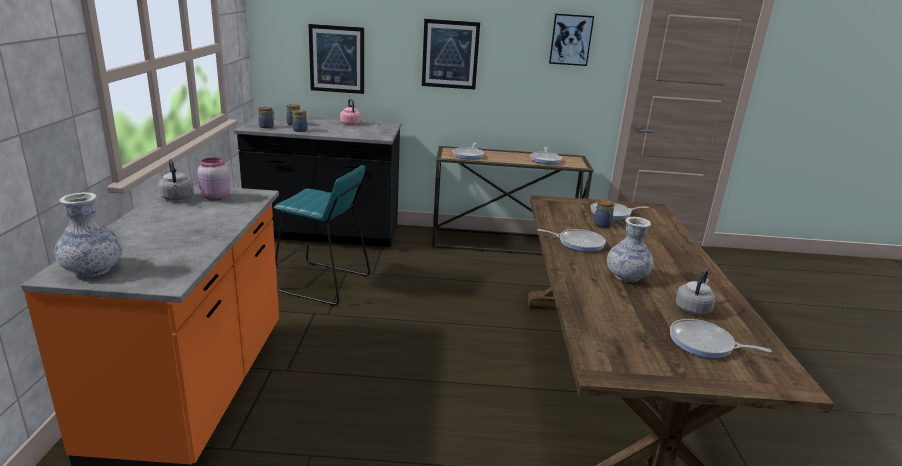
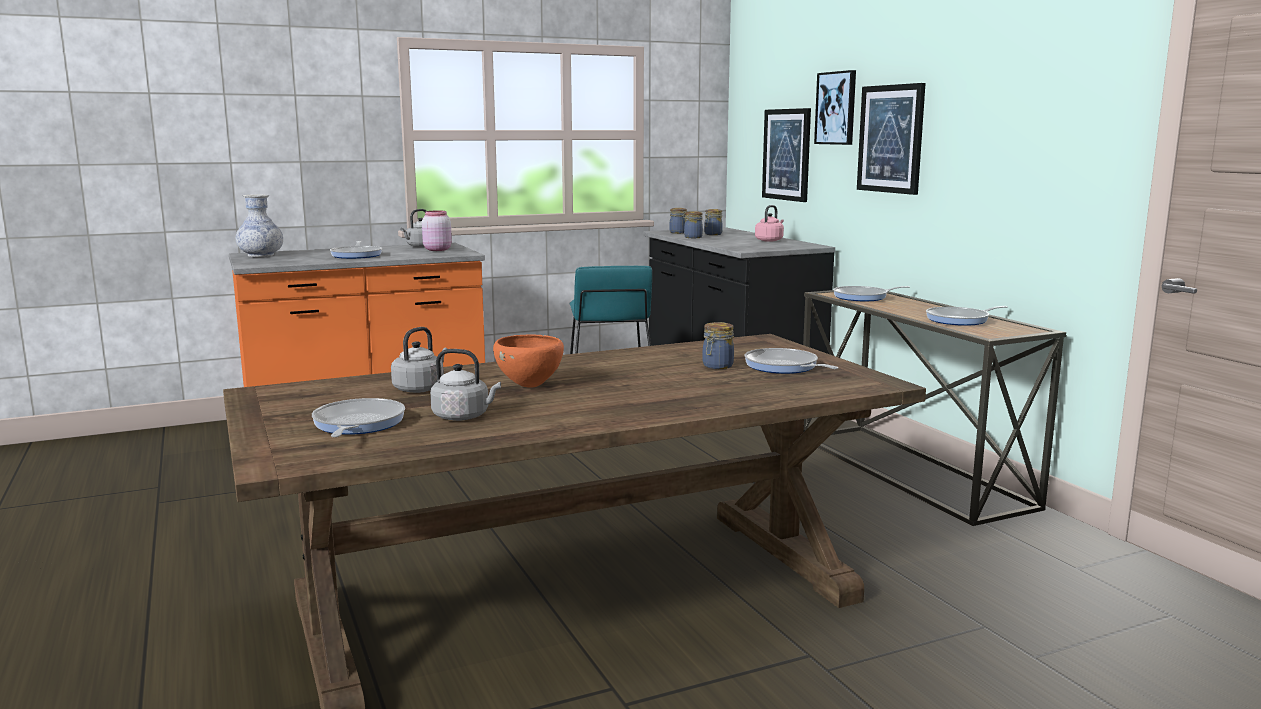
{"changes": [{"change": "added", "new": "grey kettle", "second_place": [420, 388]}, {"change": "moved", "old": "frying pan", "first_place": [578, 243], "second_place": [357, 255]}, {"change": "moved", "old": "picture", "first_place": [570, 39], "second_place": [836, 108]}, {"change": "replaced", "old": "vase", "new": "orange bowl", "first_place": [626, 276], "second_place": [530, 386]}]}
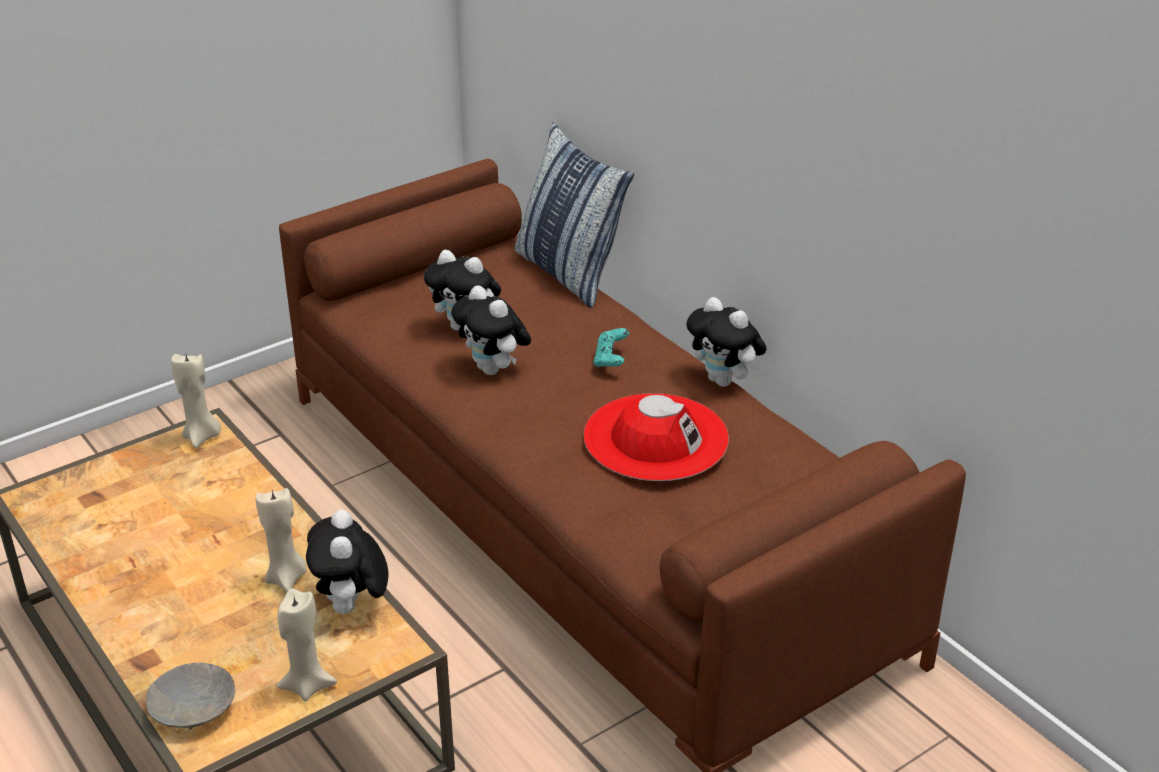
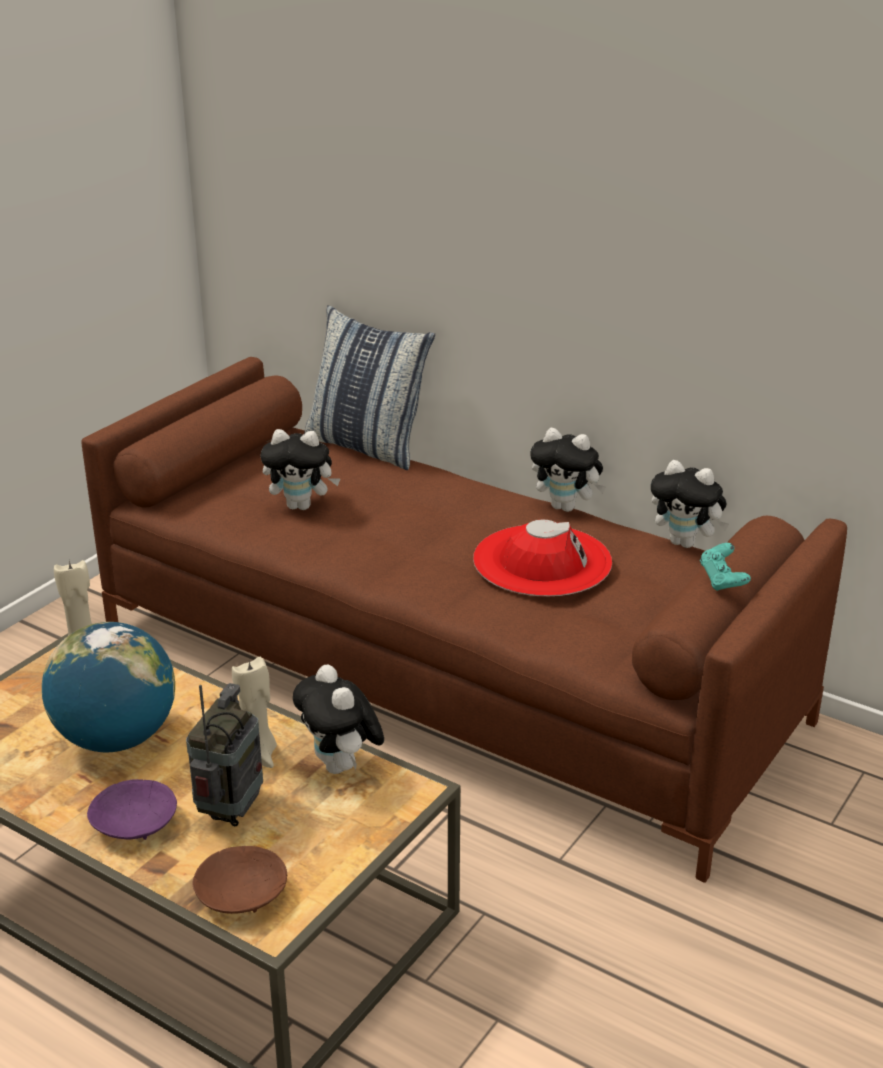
{"changes": [{"change": "removed", "old": "beige candle", "first_place": [307, 685]}, {"change": "added", "new": "globe", "second_place": [116, 738]}, {"change": "added", "new": "purple bowl", "second_place": [135, 823]}, {"change": "added", "new": "radio", "second_place": [230, 810]}, {"change": "moved", "old": "plush toy", "first_place": [494, 370], "second_place": [686, 543]}, {"change": "moved", "old": "turquoise game controller", "first_place": [611, 360], "second_place": [722, 581]}, {"change": "recoloured", "old": "grey bowl", "new": "brown bowl", "first_place": [194, 709], "second_place": [243, 894]}]}
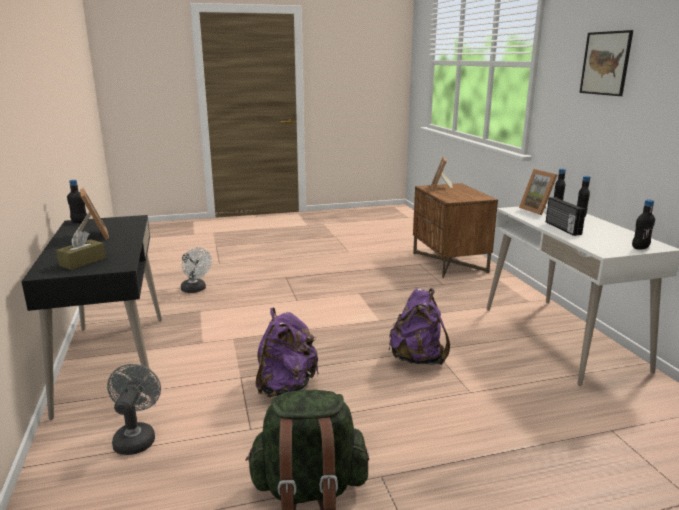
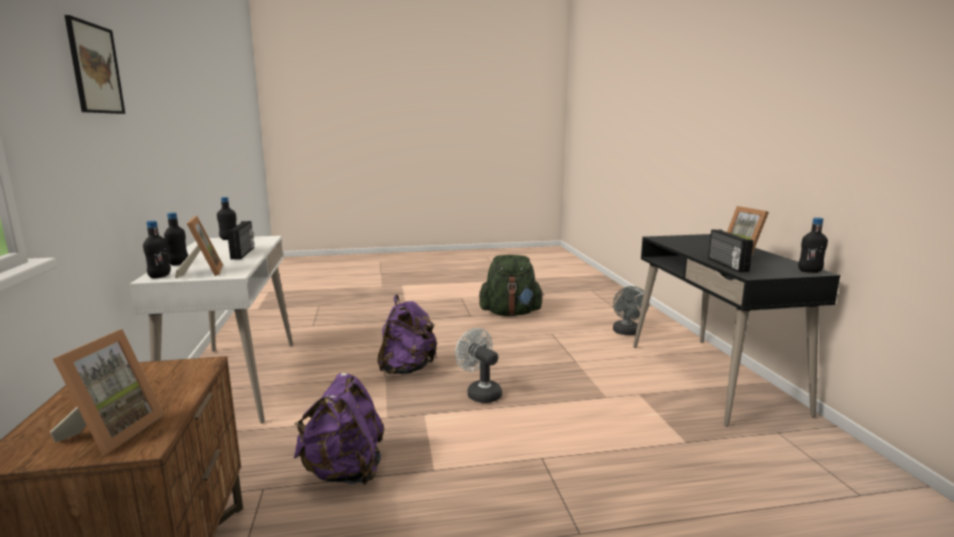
{"changes": [{"change": "removed", "old": "brown tissue box", "first_place": [82, 262]}, {"change": "added", "new": "radio", "second_place": [726, 265]}, {"change": "moved", "old": "white fan", "first_place": [196, 290], "second_place": [480, 393]}, {"change": "moved", "old": "purple backpack", "first_place": [286, 386], "second_place": [344, 472]}]}
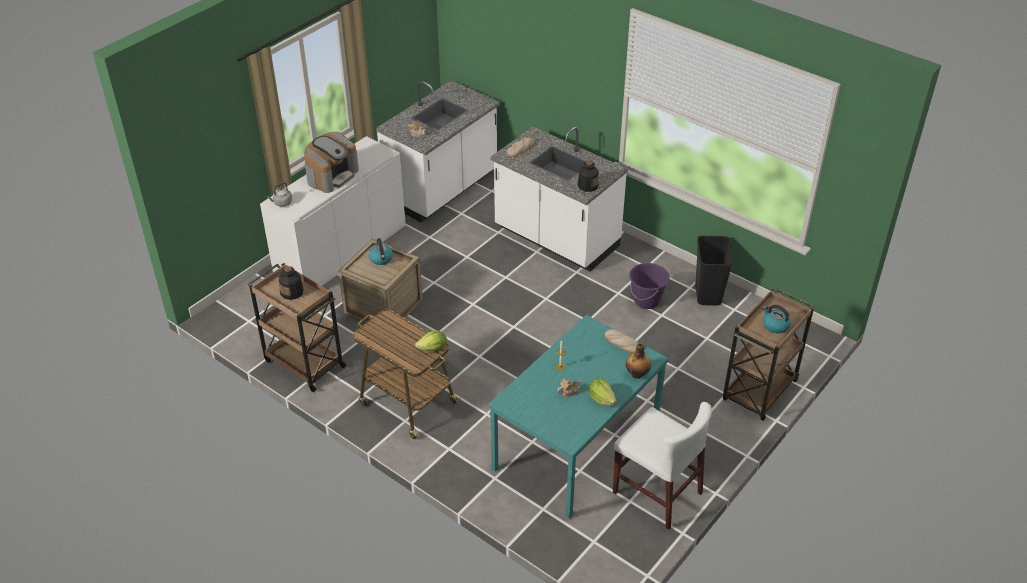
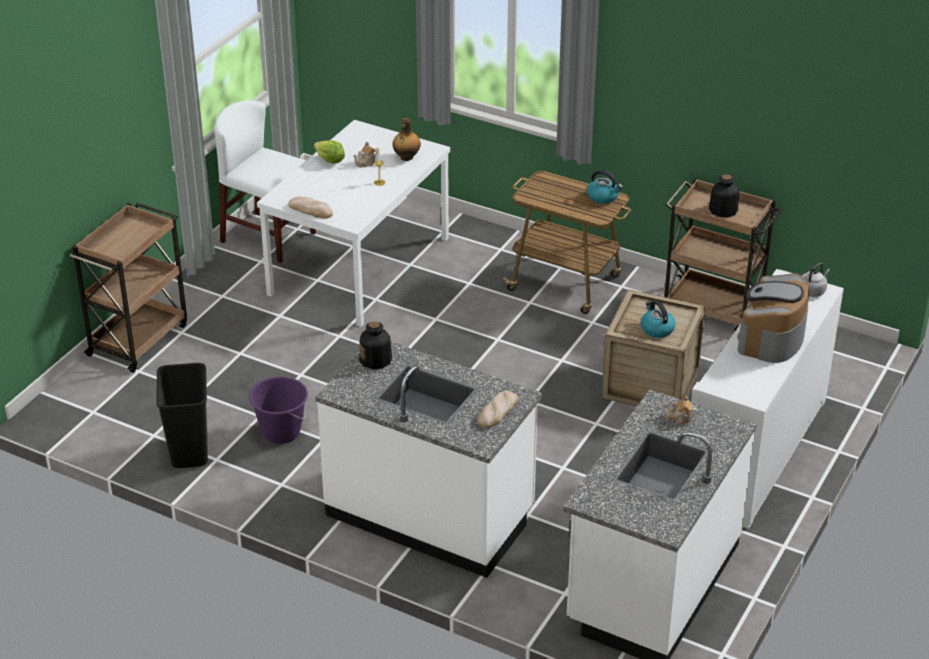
{"changes": [{"change": "removed", "old": "lettuce", "first_place": [433, 348]}, {"change": "moved", "old": "bottle", "first_place": [637, 374], "second_place": [406, 157]}, {"change": "moved", "old": "kettle", "first_place": [775, 325], "second_place": [603, 197]}, {"change": "recoloured", "old": "turquoise dining table", "new": "white dining table", "first_place": [576, 447], "second_place": [359, 265]}]}
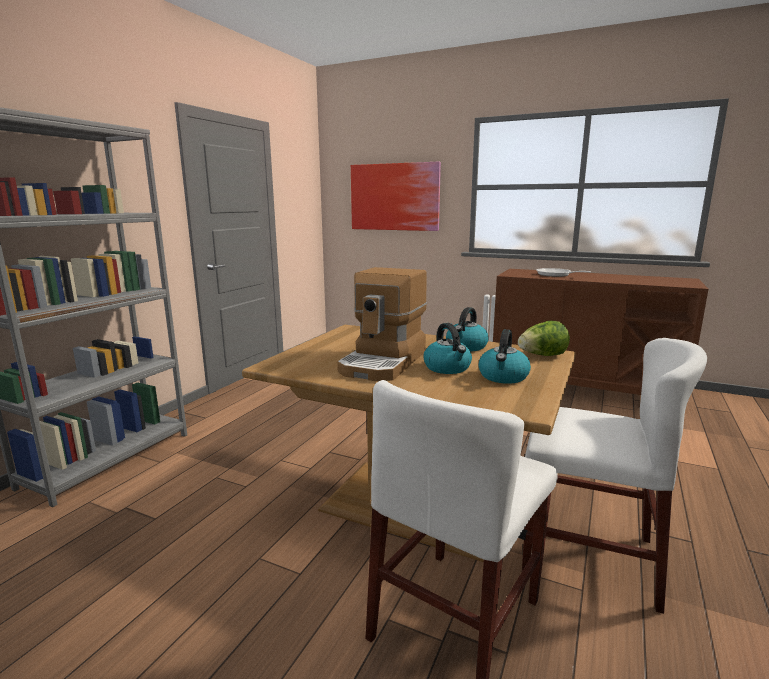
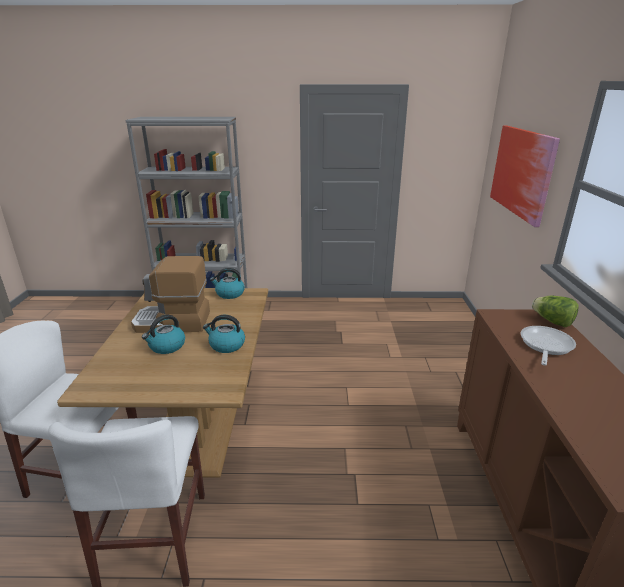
{"changes": [{"change": "moved", "old": "kettle", "first_place": [503, 377], "second_place": [229, 294]}, {"change": "moved", "old": "lettuce", "first_place": [542, 355], "second_place": [552, 322]}]}
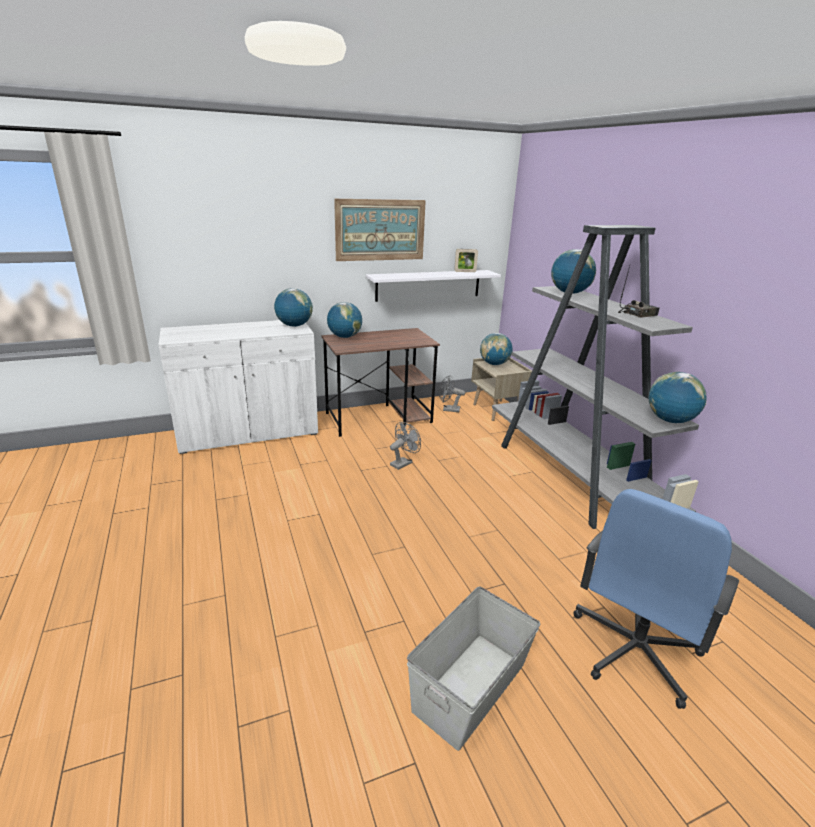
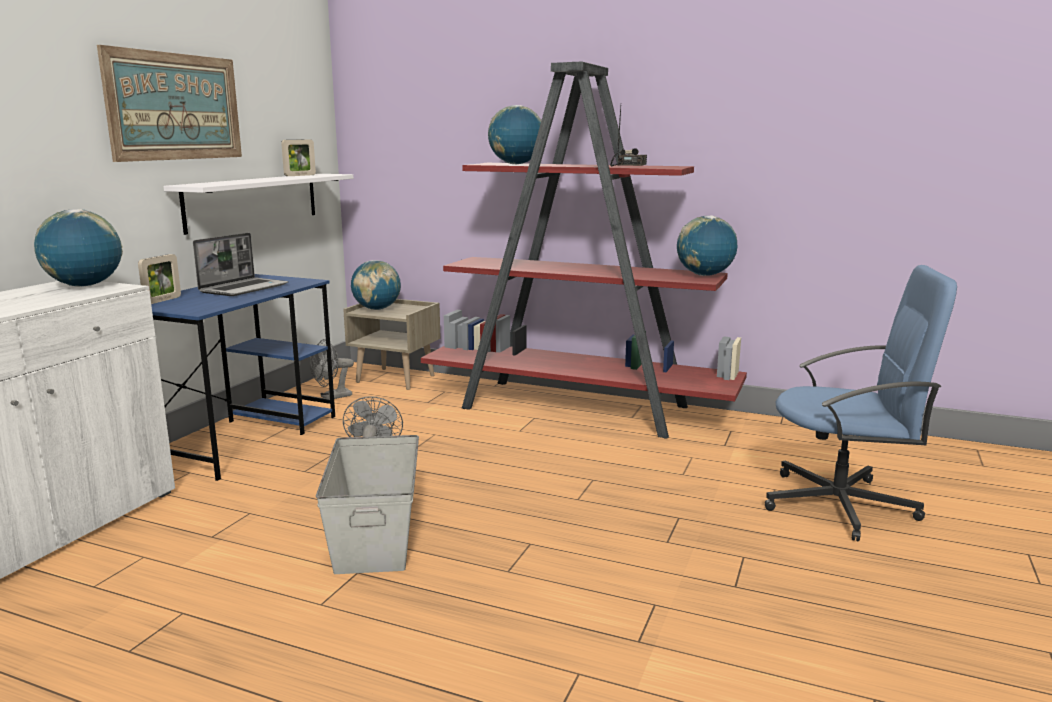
{"changes": [{"change": "added", "new": "laptop", "second_place": [244, 288]}, {"change": "moved", "old": "grey storage box", "first_place": [469, 686], "second_place": [374, 535]}, {"change": "replaced", "old": "globe", "new": "picture frame", "first_place": [345, 337], "second_place": [162, 300]}, {"change": "recoloured", "old": "brown desk", "new": "blue desk", "first_place": [379, 417], "second_place": [245, 438]}, {"change": "recoloured", "old": "grey bookcase", "new": "red bookcase", "first_place": [571, 478], "second_place": [578, 408]}, {"change": "turned", "old": "blue office chair", "first_place": [633, 650], "second_place": [841, 505], "degrees": -75}]}
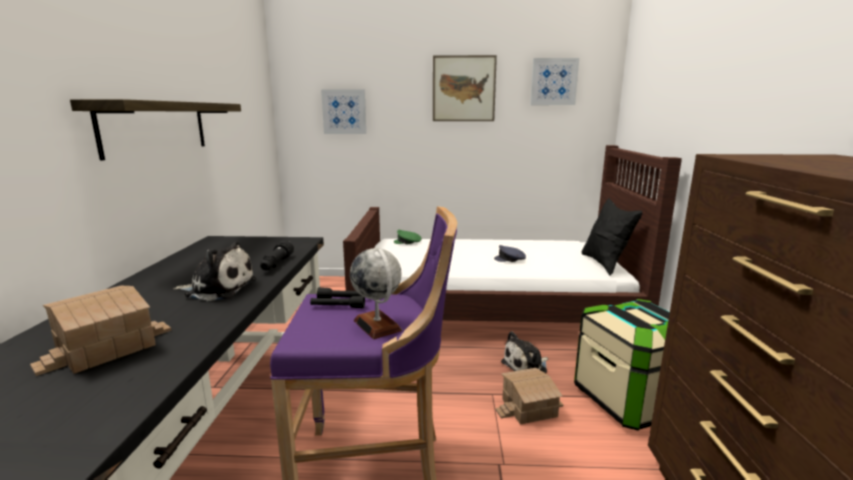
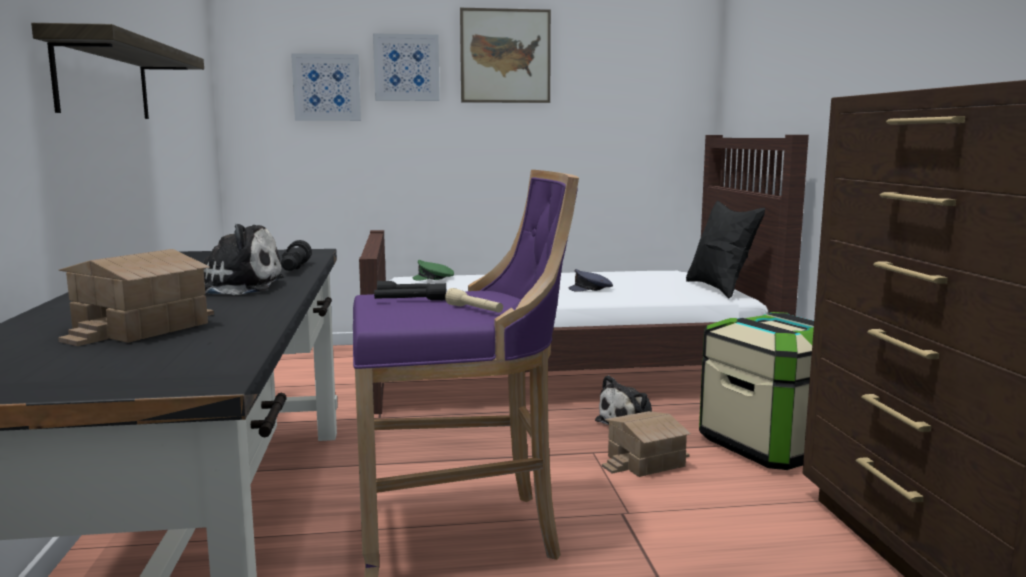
{"changes": [{"change": "moved", "old": "picture", "first_place": [553, 82], "second_place": [406, 67]}, {"change": "replaced", "old": "globe", "new": "beige flashlight", "first_place": [377, 325], "second_place": [474, 310]}]}
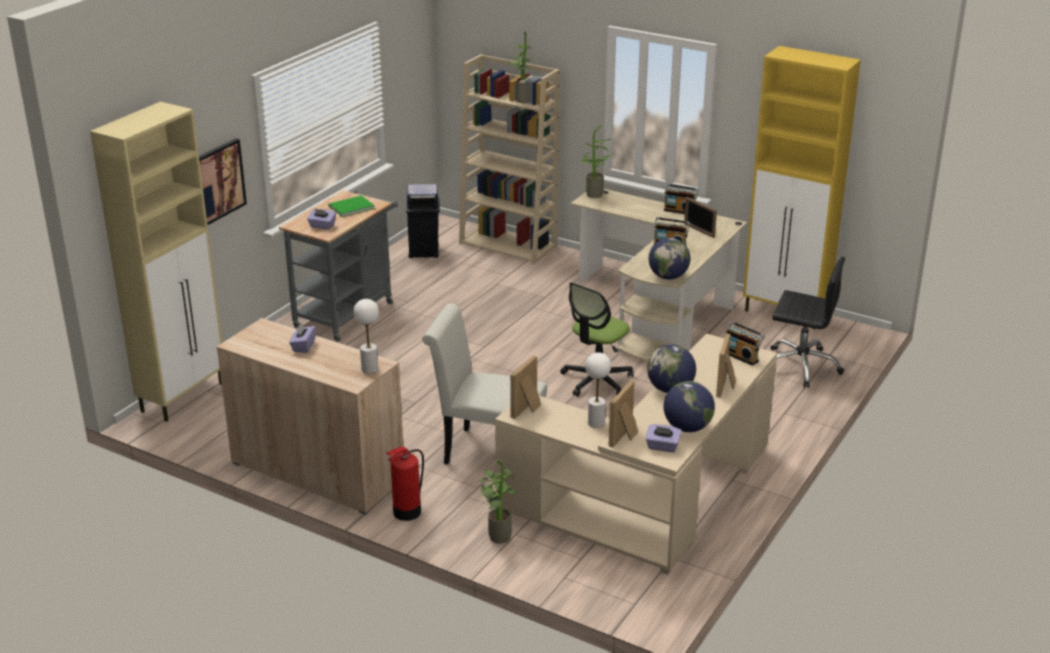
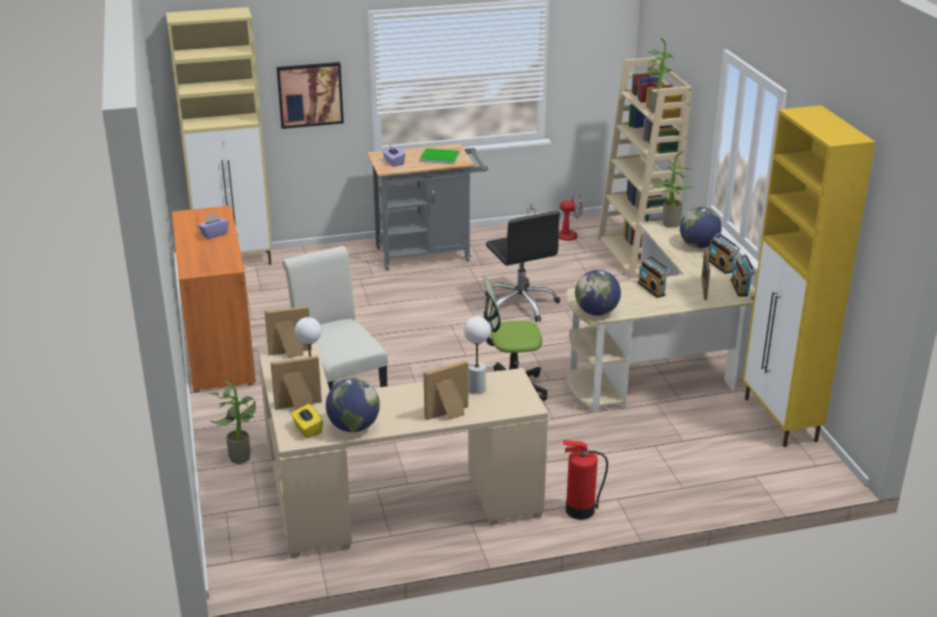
{"changes": [{"change": "moved", "old": "white table lamp", "first_place": [369, 369], "second_place": [476, 389]}, {"change": "moved", "old": "fire extinguisher", "first_place": [406, 512], "second_place": [579, 510]}, {"change": "moved", "old": "globe", "first_place": [670, 389], "second_place": [698, 246]}, {"change": "moved", "old": "radio", "first_place": [741, 356], "second_place": [741, 288]}, {"change": "moved", "old": "black office chair", "first_place": [801, 366], "second_place": [521, 304]}, {"change": "replaced", "old": "blue trash can", "new": "fan", "first_place": [424, 251], "second_place": [561, 233]}, {"change": "recoloured", "old": "beige cabinet", "new": "orange cabinet", "first_place": [317, 472], "second_place": [219, 349]}, {"change": "recoloured", "old": "purple tissue box", "new": "yellow tissue box", "first_place": [662, 447], "second_place": [307, 429]}]}
